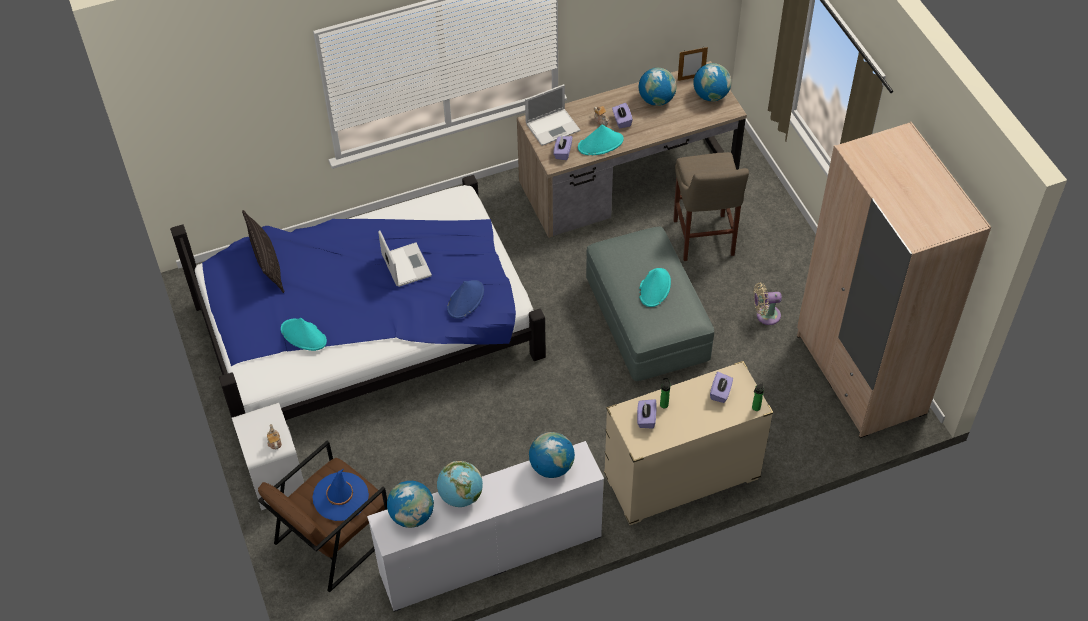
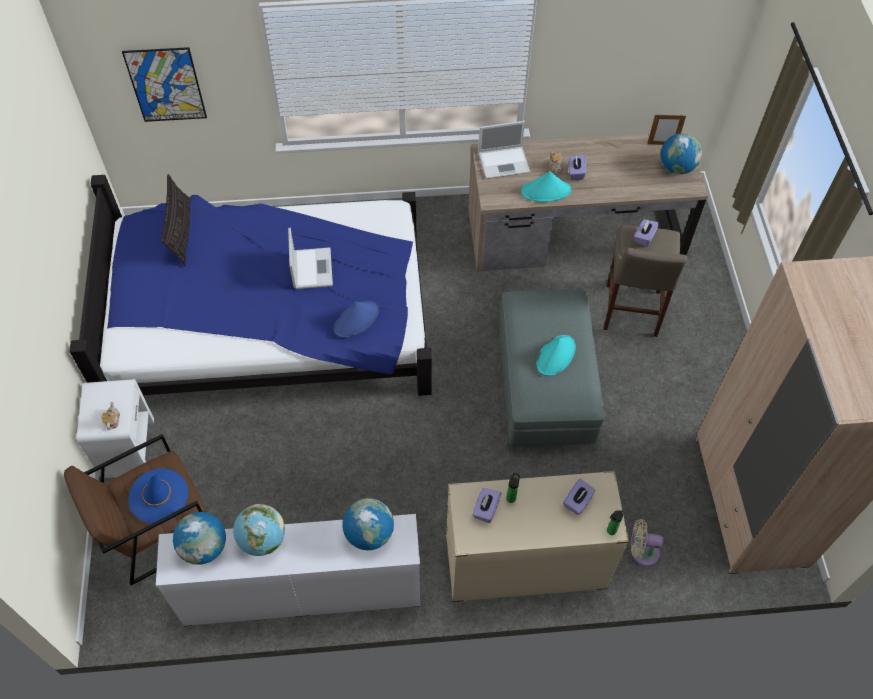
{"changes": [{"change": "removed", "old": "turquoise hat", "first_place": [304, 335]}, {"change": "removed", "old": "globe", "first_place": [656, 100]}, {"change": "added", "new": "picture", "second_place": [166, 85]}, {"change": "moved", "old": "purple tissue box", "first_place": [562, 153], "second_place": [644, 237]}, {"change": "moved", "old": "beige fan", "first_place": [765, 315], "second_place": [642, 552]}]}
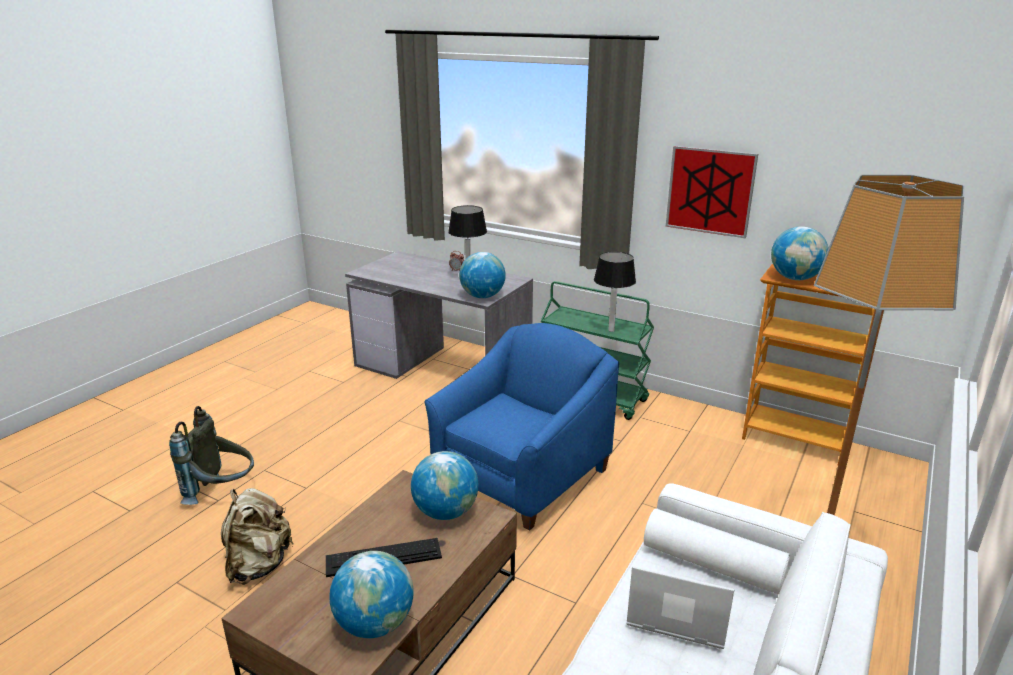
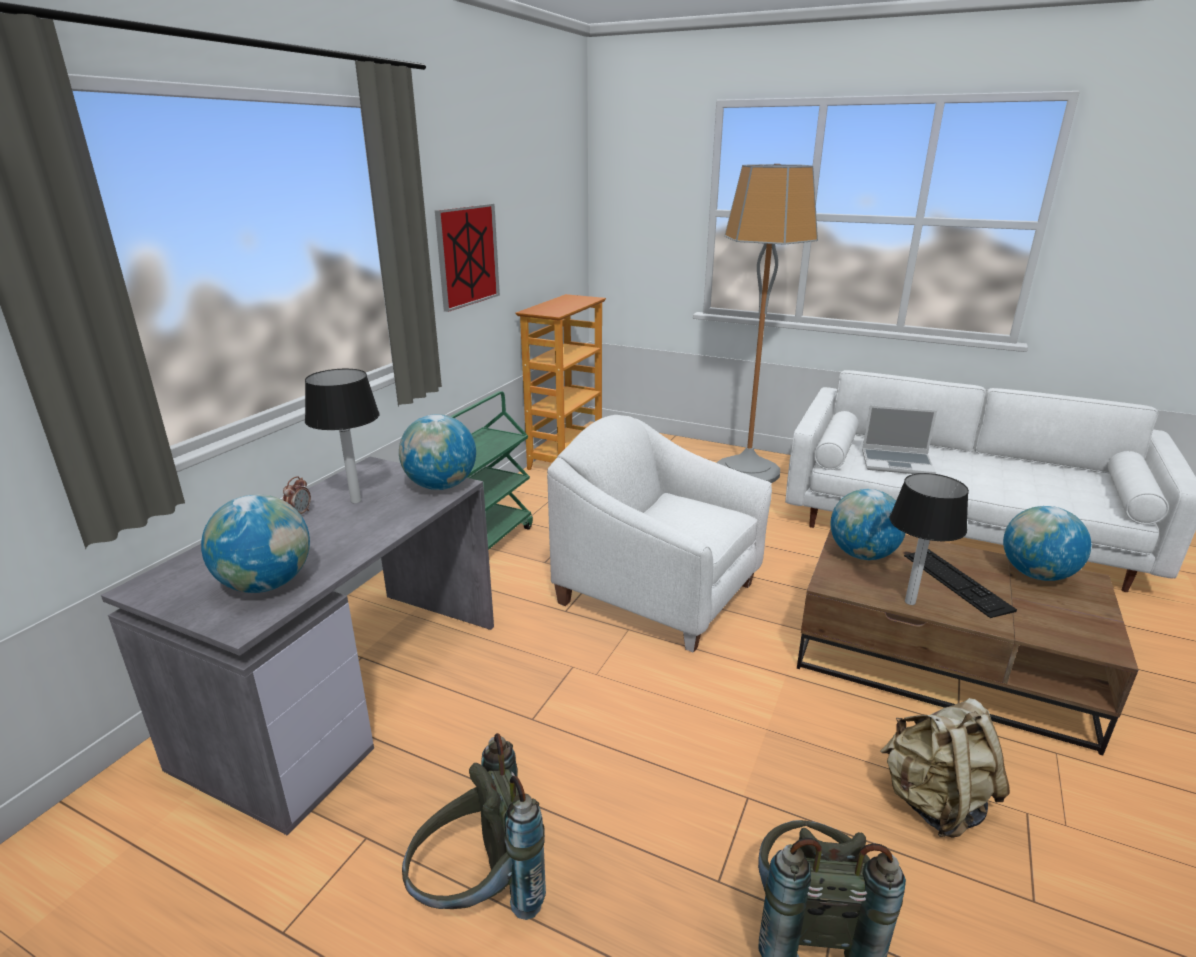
{"changes": [{"change": "added", "new": "grey backpack", "second_place": [479, 895]}, {"change": "moved", "old": "table lamp", "first_place": [611, 330], "second_place": [911, 602]}, {"change": "moved", "old": "globe", "first_place": [795, 278], "second_place": [267, 584]}, {"change": "recoloured", "old": "blue armchair", "new": "white armchair", "first_place": [522, 477], "second_place": [658, 593]}, {"change": "turned", "old": "laptop", "first_place": [676, 613], "second_place": [897, 463], "degrees": -90}]}
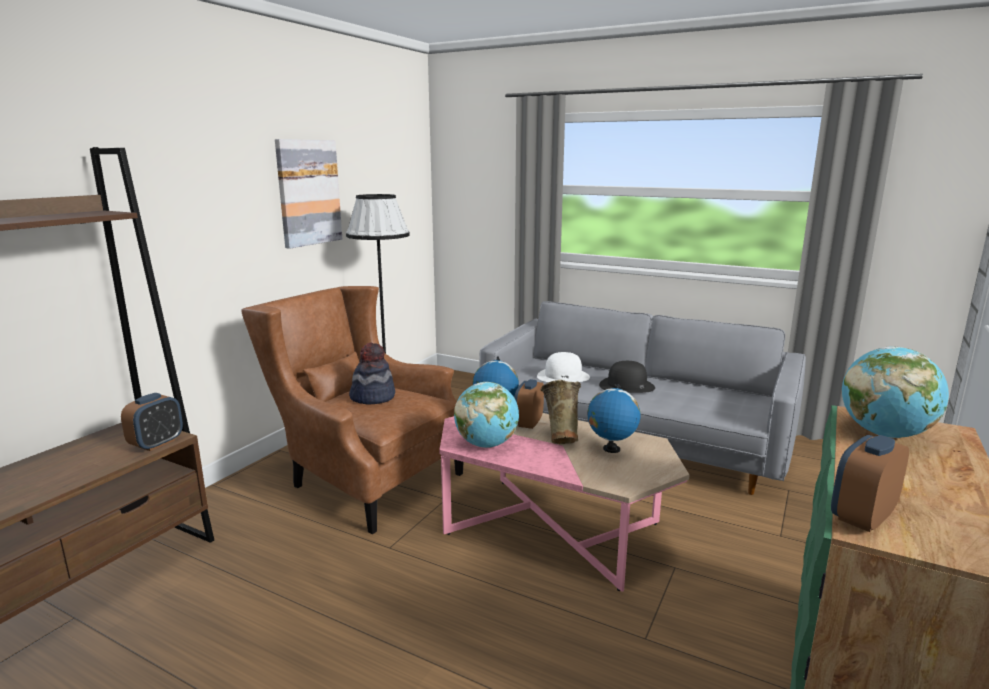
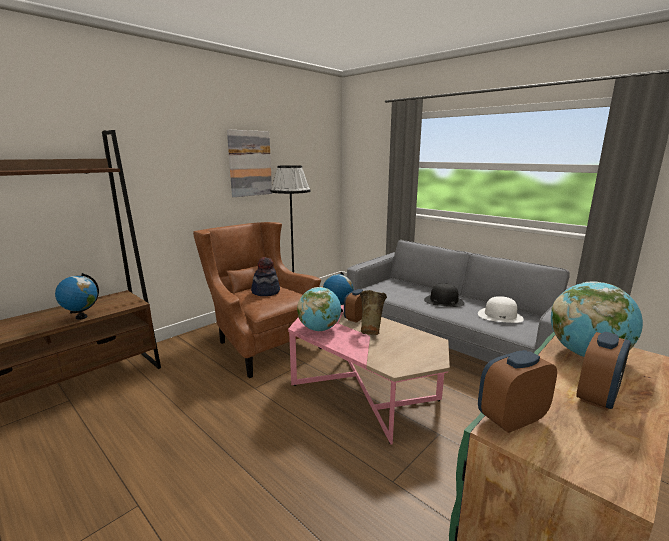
{"changes": [{"change": "moved", "old": "alarm clock", "first_place": [157, 444], "second_place": [597, 397]}, {"change": "moved", "old": "white hat", "first_place": [563, 376], "second_place": [500, 316]}, {"change": "moved", "old": "globe", "first_place": [611, 449], "second_place": [81, 317]}]}
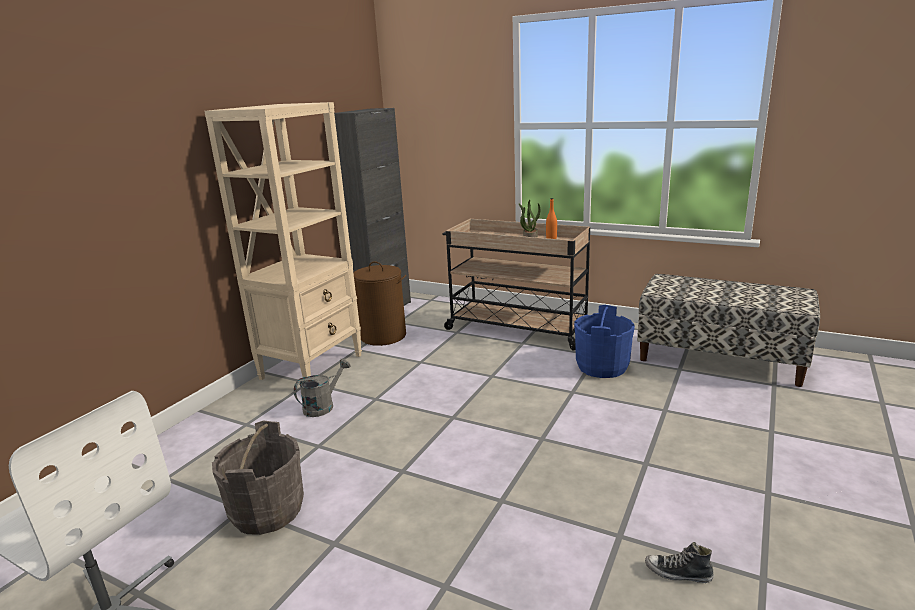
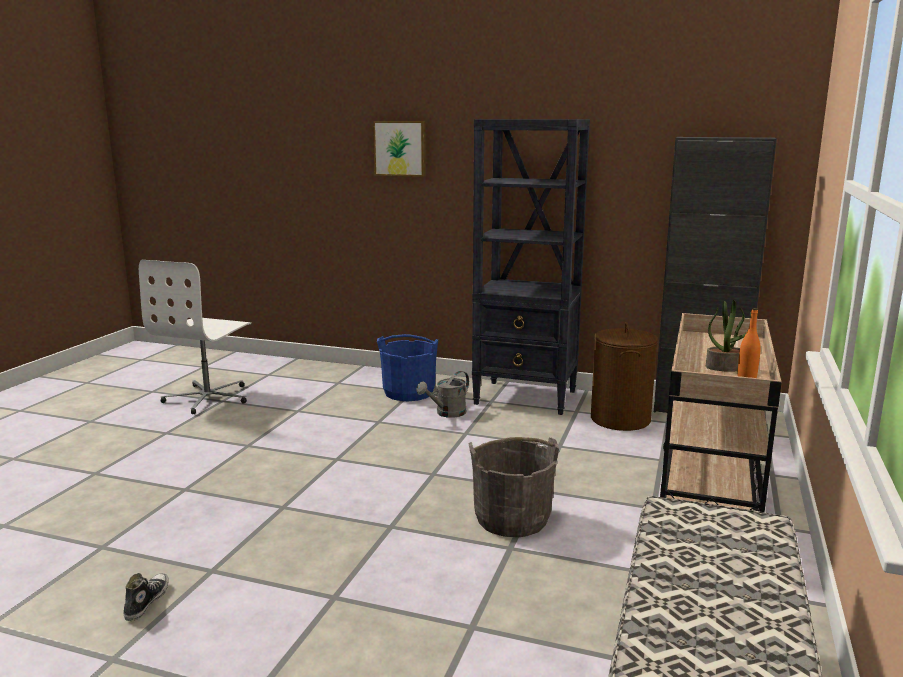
{"changes": [{"change": "added", "new": "picture", "second_place": [400, 148]}, {"change": "moved", "old": "grey bucket", "first_place": [267, 510], "second_place": [512, 519]}, {"change": "moved", "old": "blue bucket", "first_place": [602, 367], "second_place": [409, 392]}, {"change": "recoloured", "old": "beige bookcase", "new": "black bookcase", "first_place": [312, 366], "second_place": [526, 398]}, {"change": "turned", "old": "grey watering can", "first_place": [323, 406], "second_place": [447, 413], "degrees": 105}]}
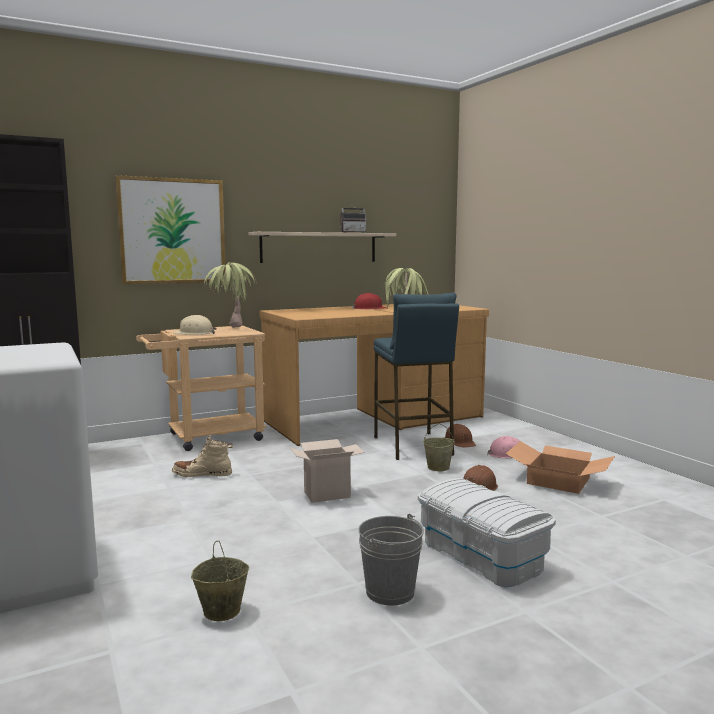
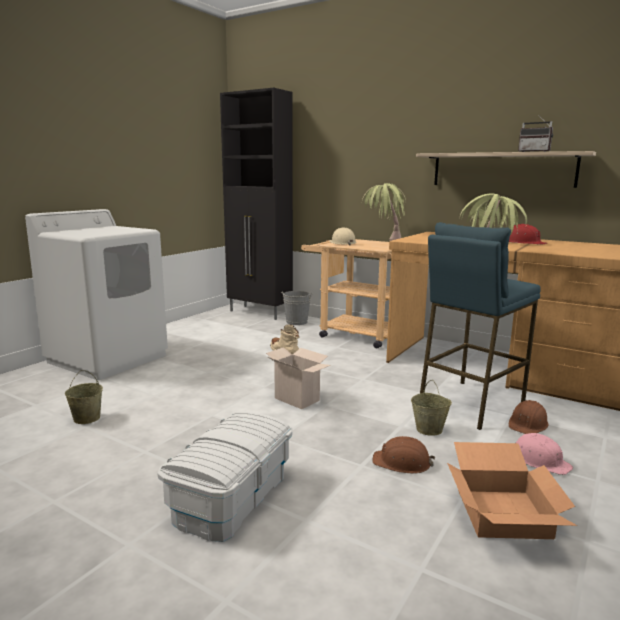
{"changes": [{"change": "removed", "old": "picture", "first_place": [172, 231]}, {"change": "moved", "old": "grey bucket", "first_place": [390, 592], "second_place": [296, 322]}]}
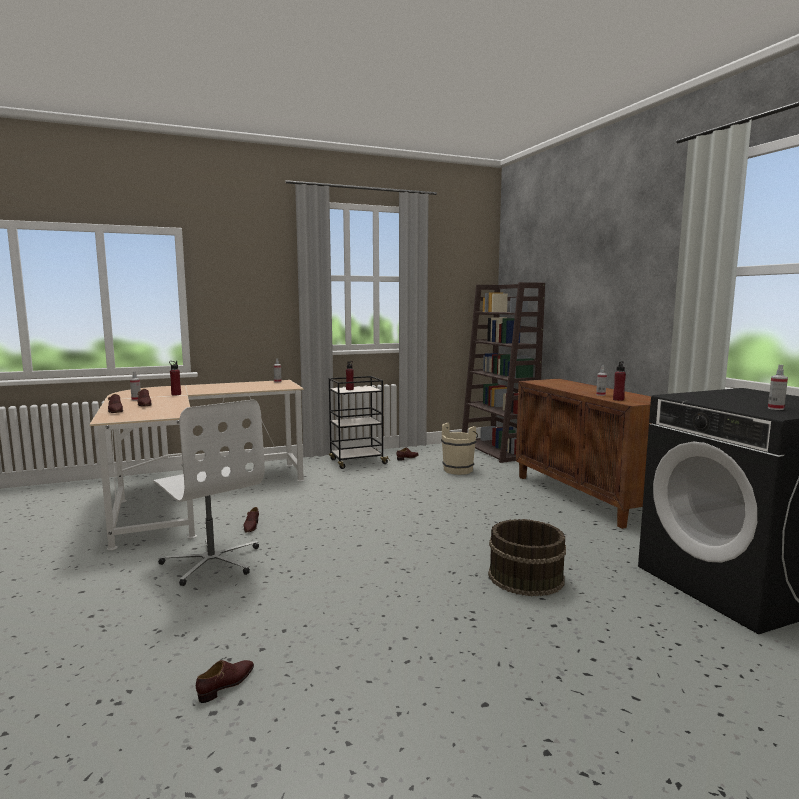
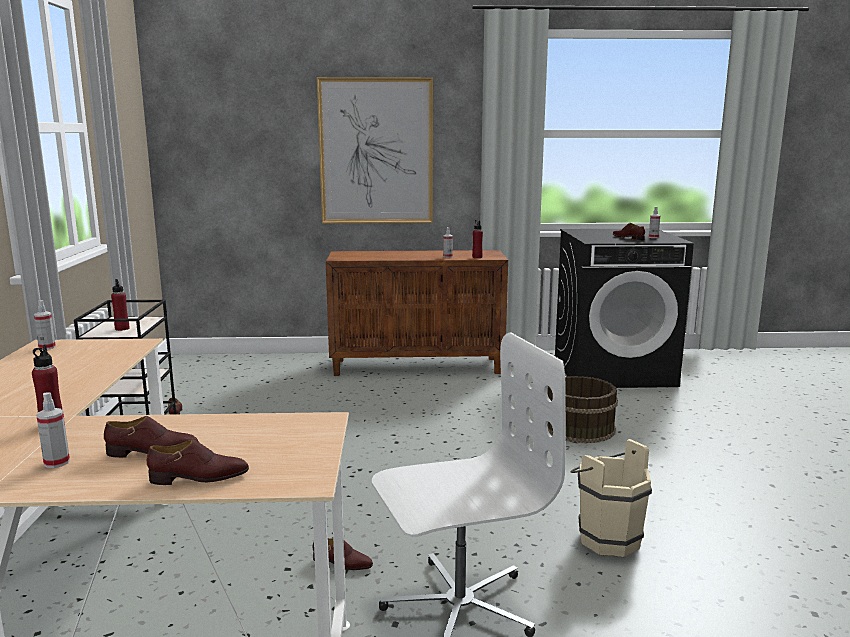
{"changes": [{"change": "removed", "old": "brown bookcase", "first_place": [498, 450]}, {"change": "added", "new": "picture", "second_place": [376, 152]}, {"change": "moved", "old": "brown shoe", "first_place": [227, 684], "second_place": [628, 238]}, {"change": "moved", "old": "beige bucket", "first_place": [459, 470], "second_place": [605, 537]}]}
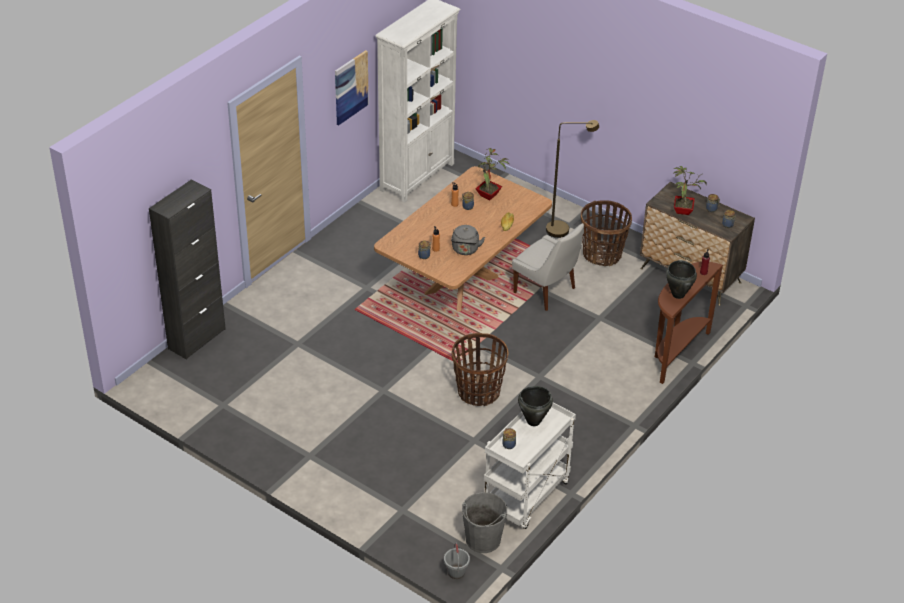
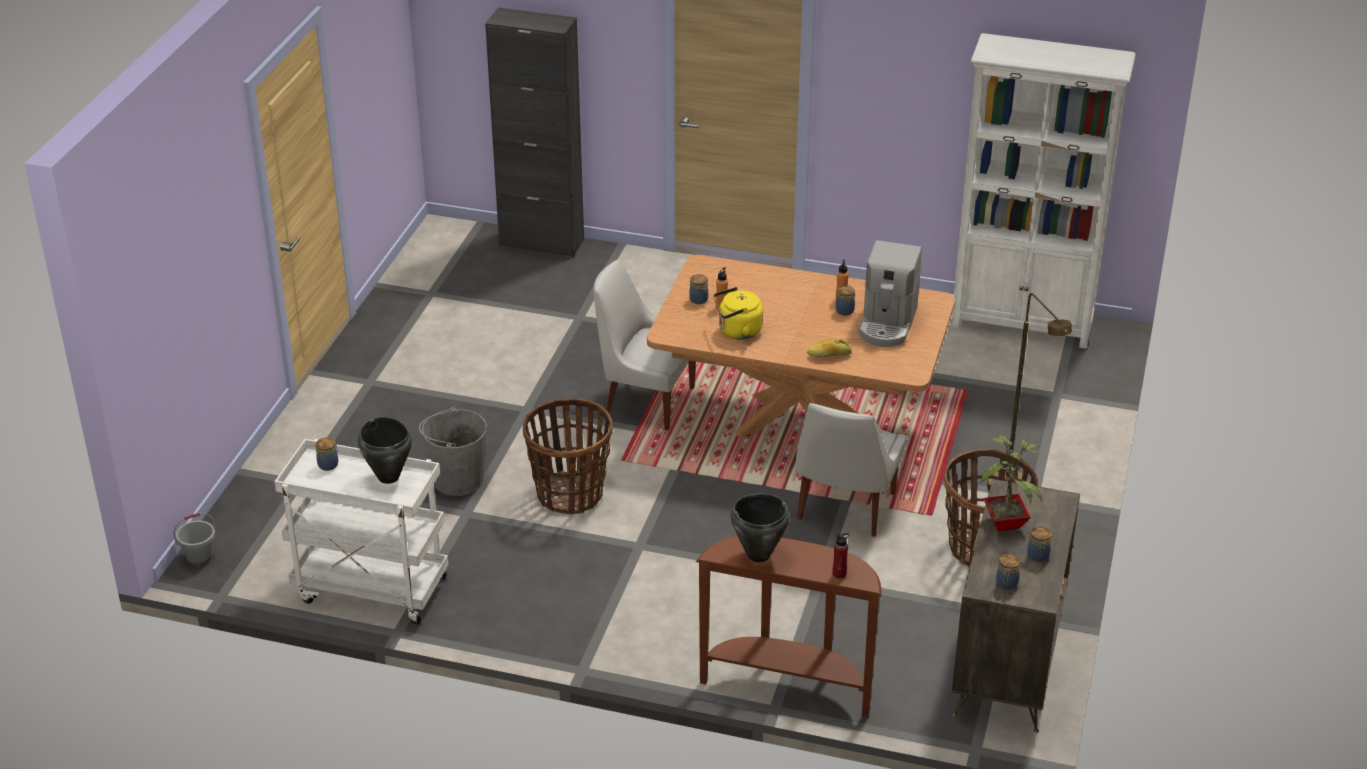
{"changes": [{"change": "removed", "old": "picture", "first_place": [351, 87]}, {"change": "added", "new": "white chair", "second_place": [645, 401]}, {"change": "moved", "old": "grey bucket", "first_place": [483, 540], "second_place": [458, 480]}, {"change": "replaced", "old": "potted plant", "new": "coffee machine", "first_place": [489, 196], "second_place": [887, 324]}, {"change": "recoloured", "old": "grey kettle", "new": "yellow kettle", "first_place": [465, 250], "second_place": [737, 331]}]}
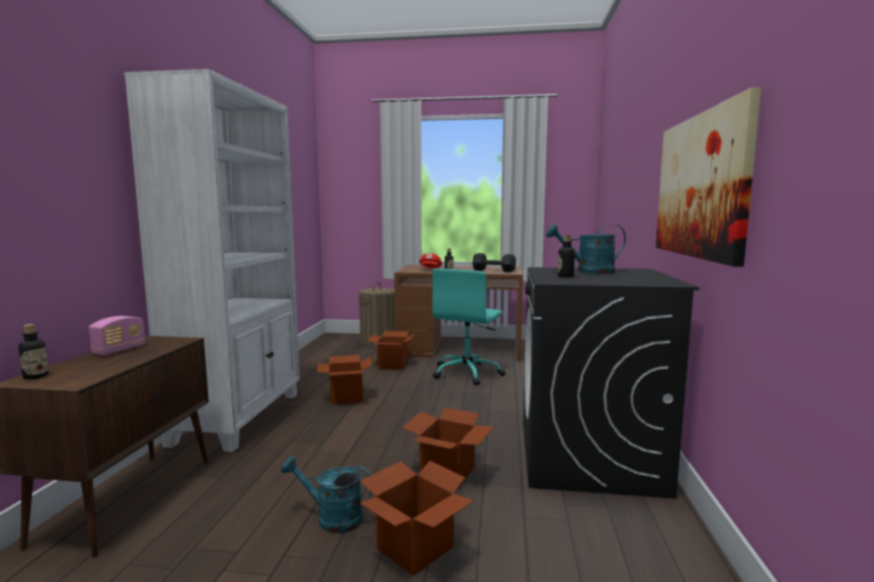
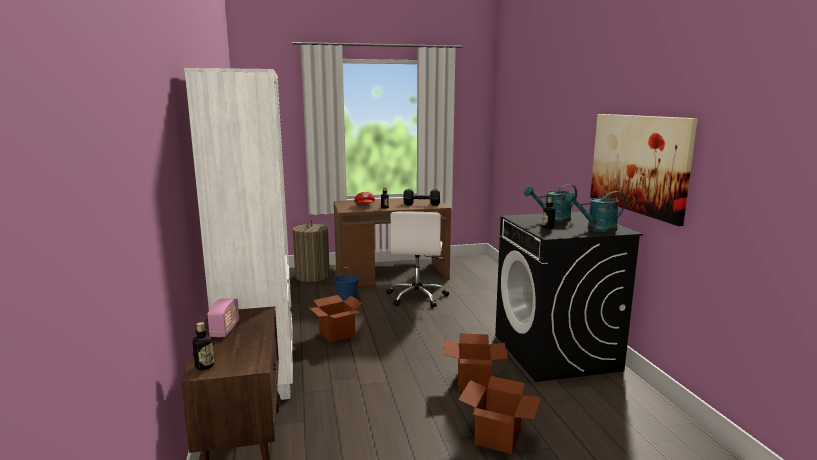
{"changes": [{"change": "moved", "old": "turquoise watering can", "first_place": [332, 518], "second_place": [596, 229]}, {"change": "replaced", "old": "cardboard box", "new": "blue bucket", "first_place": [392, 365], "second_place": [347, 297]}, {"change": "recoloured", "old": "turquoise office chair", "new": "white office chair", "first_place": [467, 373], "second_place": [417, 297]}]}
